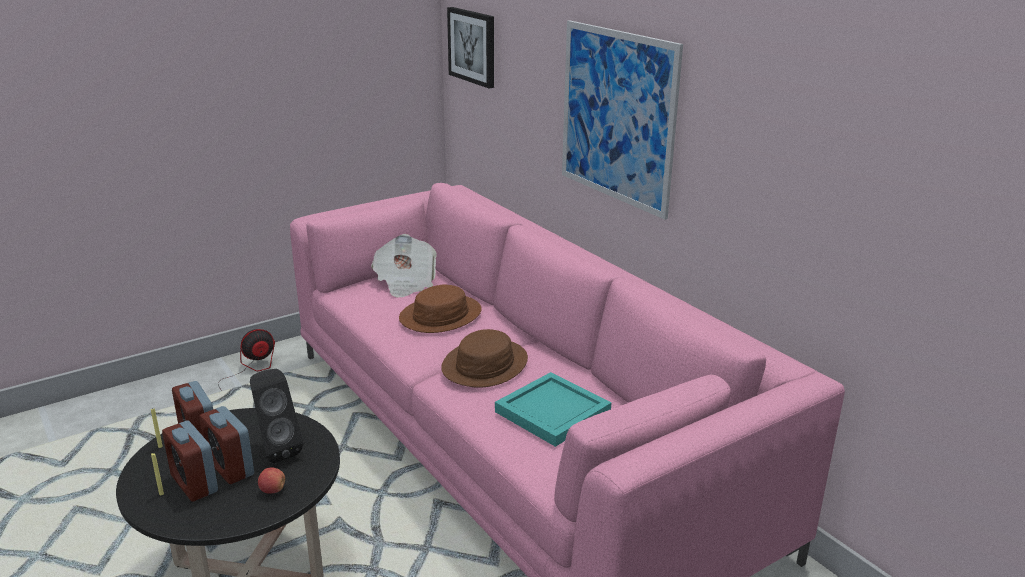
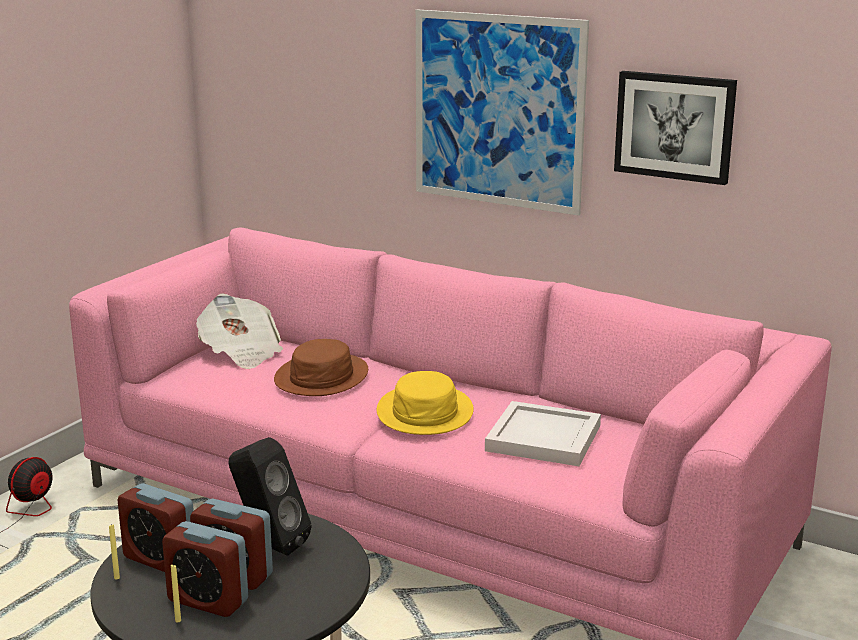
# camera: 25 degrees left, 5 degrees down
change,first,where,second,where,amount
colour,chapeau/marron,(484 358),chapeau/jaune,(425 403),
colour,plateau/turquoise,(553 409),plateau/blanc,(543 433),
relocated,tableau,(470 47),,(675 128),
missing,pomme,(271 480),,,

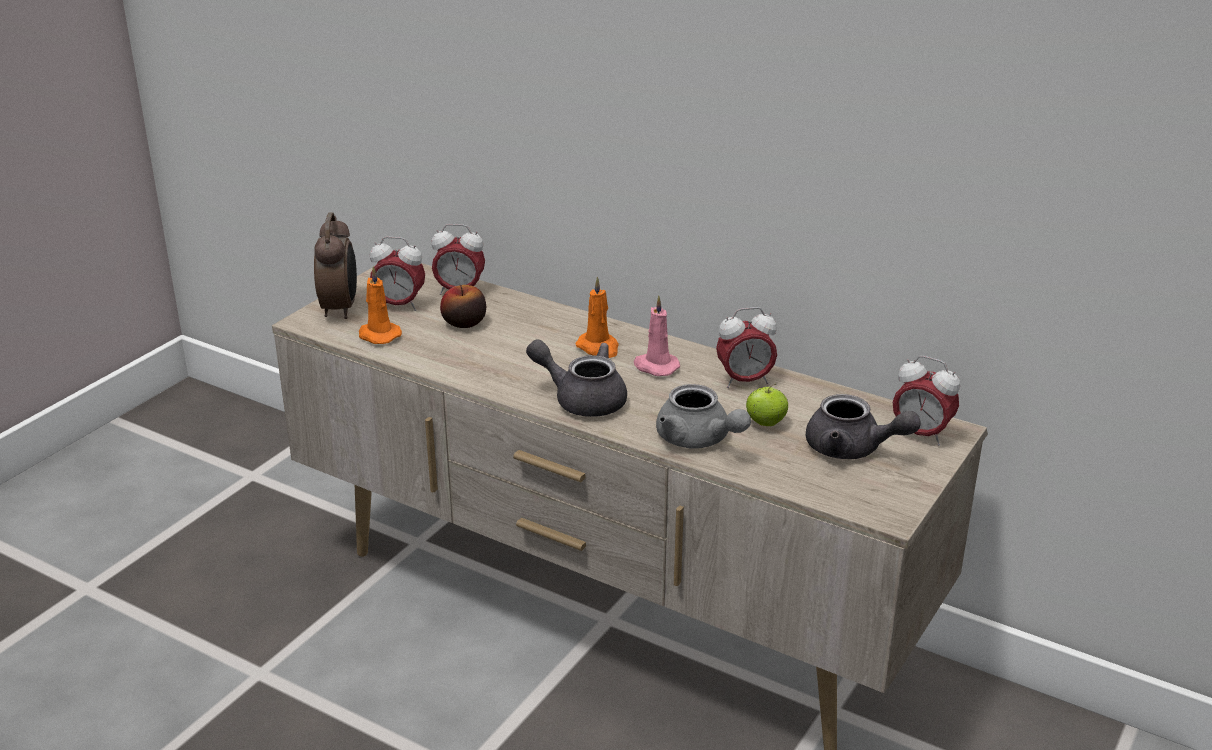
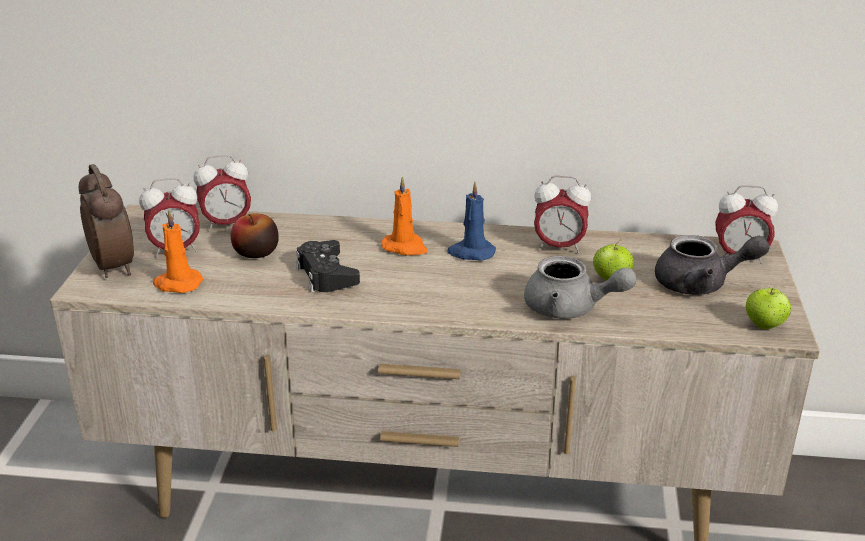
# camera: 25 degrees left, 0 degrees up
change,first,where,second,where,amount
appeared,,,manette/noir,(328 266),
colour,bougie/rose,(657 336),bougie/bleu,(471 221),
spun,réveil,(746 347),,(562 214),45 degrees clockwise
appeared,,,pomme,(768 309),
missing,théière/gris,(576 378),,,

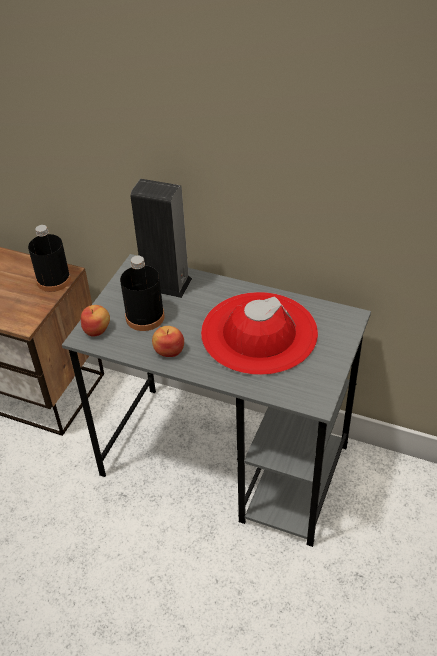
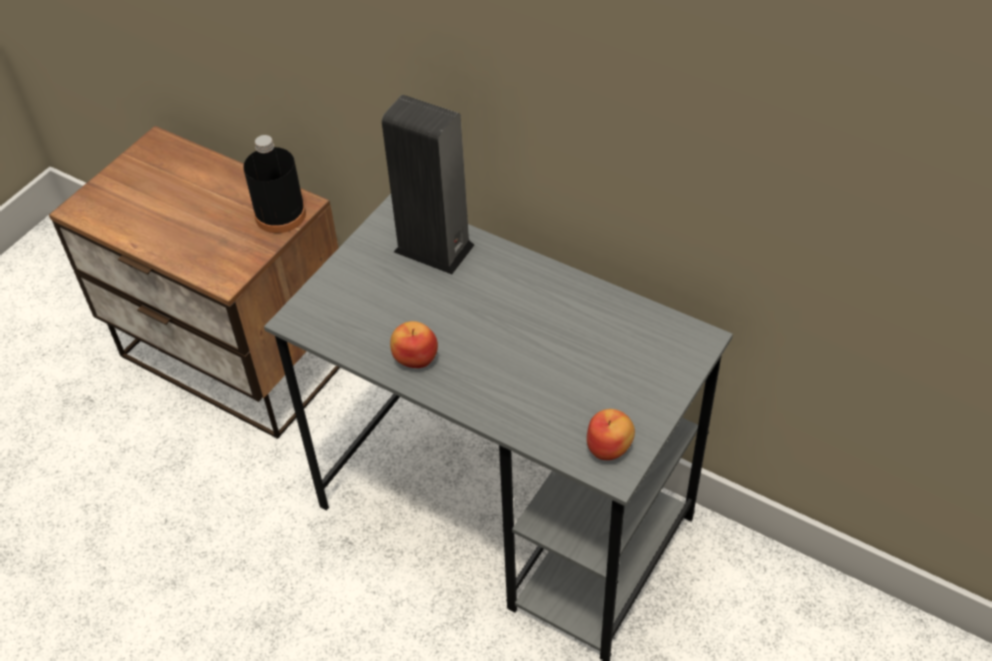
# camera: 10 degrees right, 5 degrees up
change,first,where,second,where,amount
relocated,pomme,(95 320),,(611 434),
missing,bouteille/noir,(142 293),,,
missing,chapeau/rouge,(259 333),,,

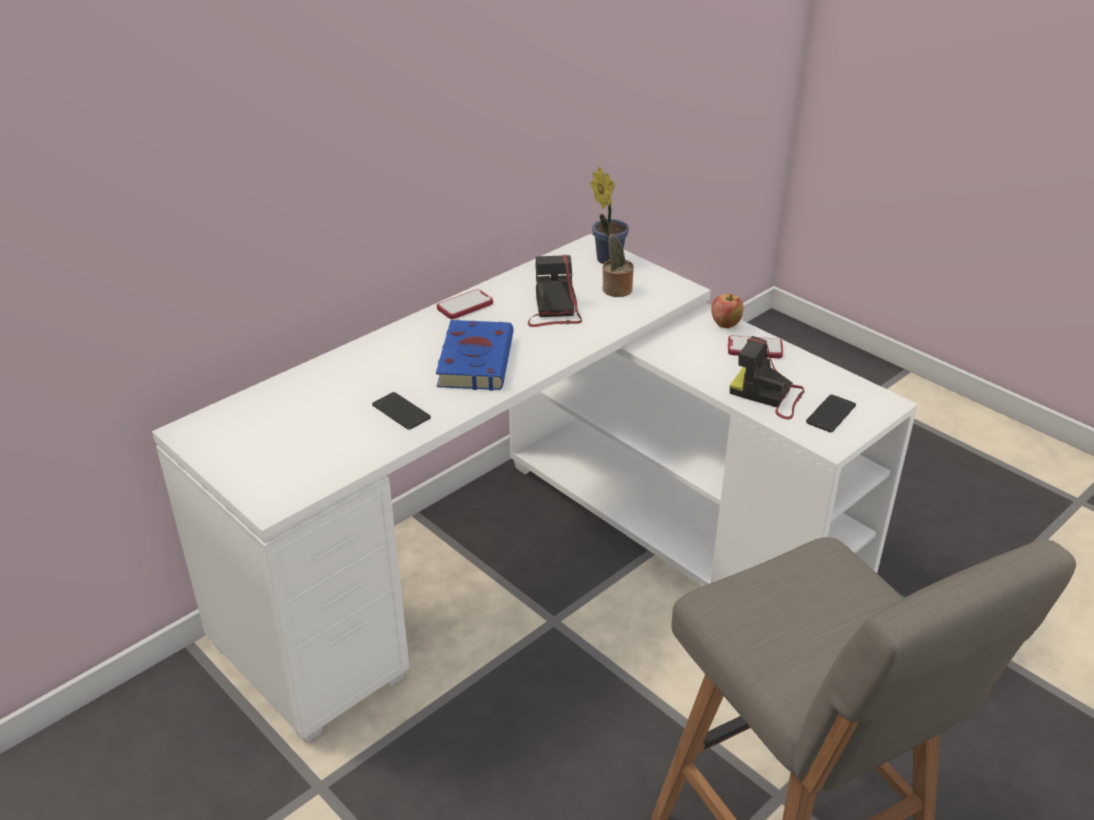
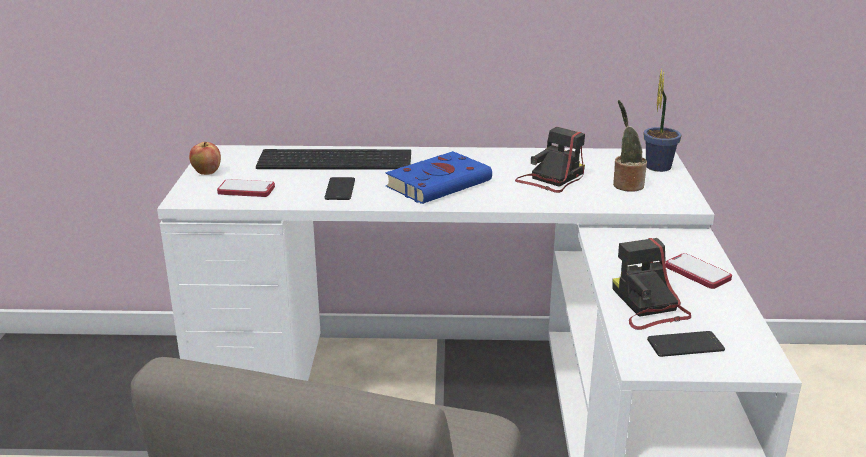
# camera: 45 degrees right, 10 degrees down
change,first,where,second,where,amount
relocated,pomme,(727 311),,(205 158),
relocated,téléphone,(465 304),,(246 188),
appeared,,,clavier,(333 159),

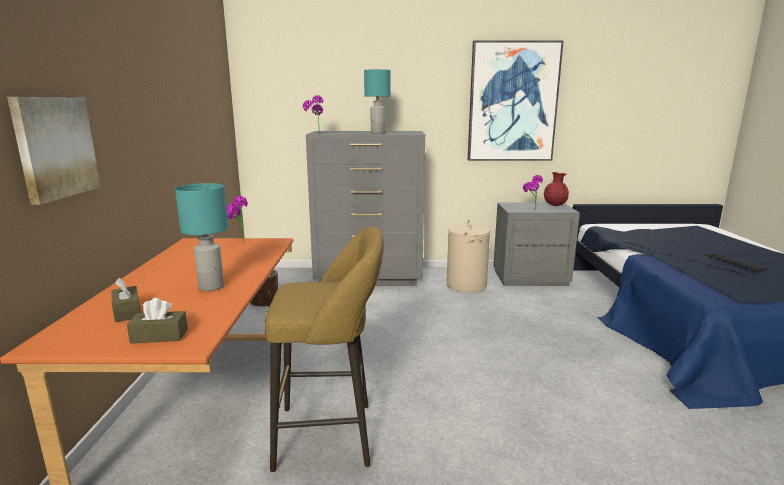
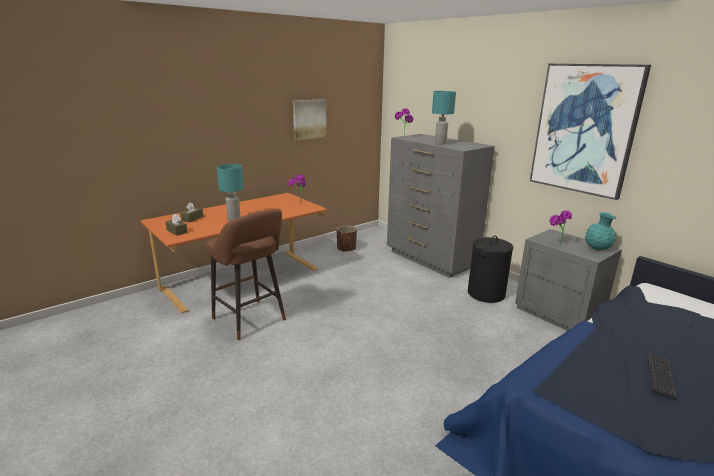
# camera: 50 degrees right, 5 degrees up
change,first,where,second,where,amount
colour,tabouret/jaune,(324 349),tabouret/marron,(246 274),
relocated,tableau,(53 151),,(309 119),
colour,panier à linge/beige,(468 256),panier à linge/noir,(490 269),
colour,vase/rouge,(556 189),vase/turquoise,(600 231),

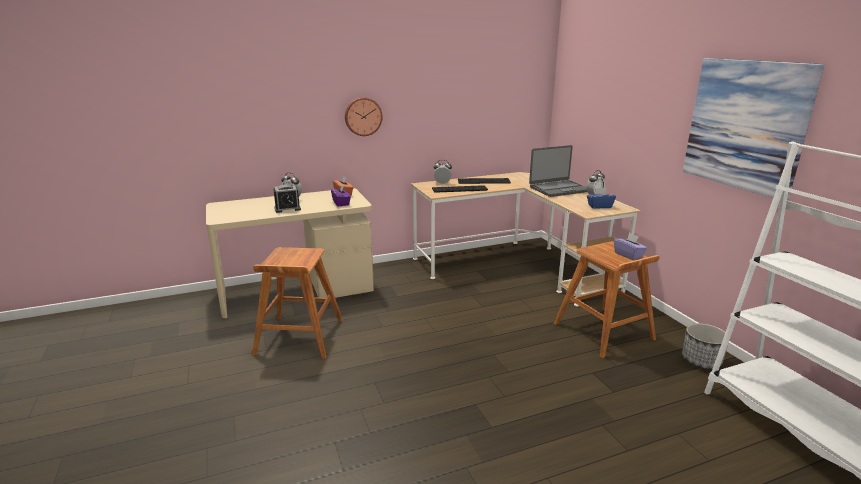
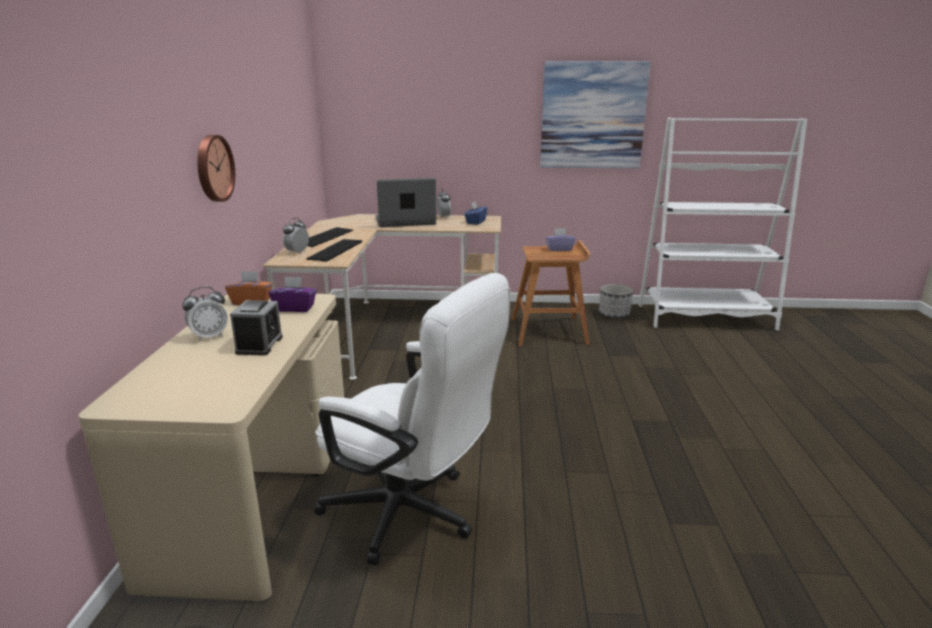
# camera: 65 degrees left, 0 degrees up
change,first,where,second,where,amount
exchanged,tabouret/marron,(297 303),chaise de bureau/blanc,(412 419),
spun,ordinateur portable,(558 171),,(406 202),105 degrees counterclockwise

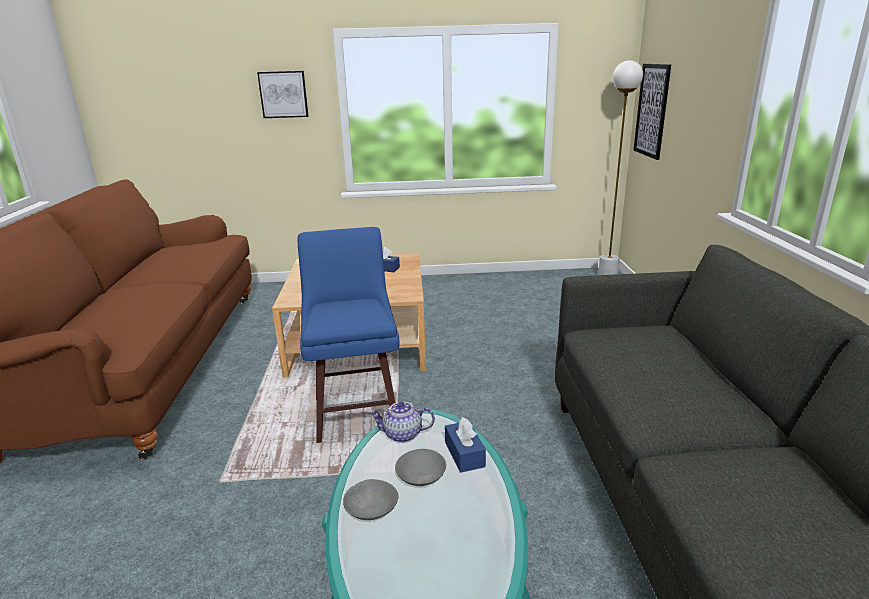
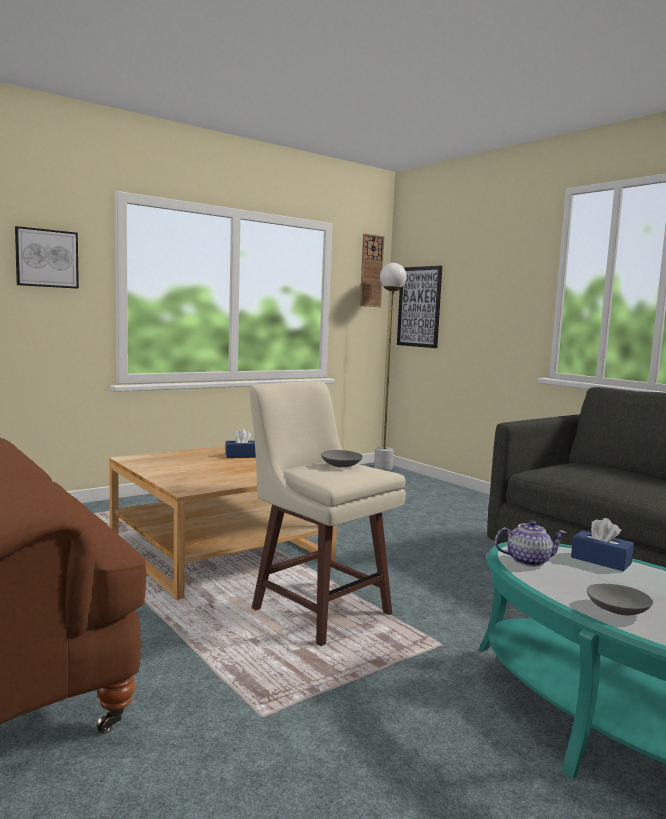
# camera: 35 degrees left, 15 degrees down
change,first,where,second,where,amount
colour,tabouret/bleu,(349 335),tabouret/beige,(327 513),
relocated,bol/gris,(420 467),,(342 458),
appeared,,,horloge murale,(372 270),
spun,théière,(402 422),,(530 543),150 degrees counterclockwise

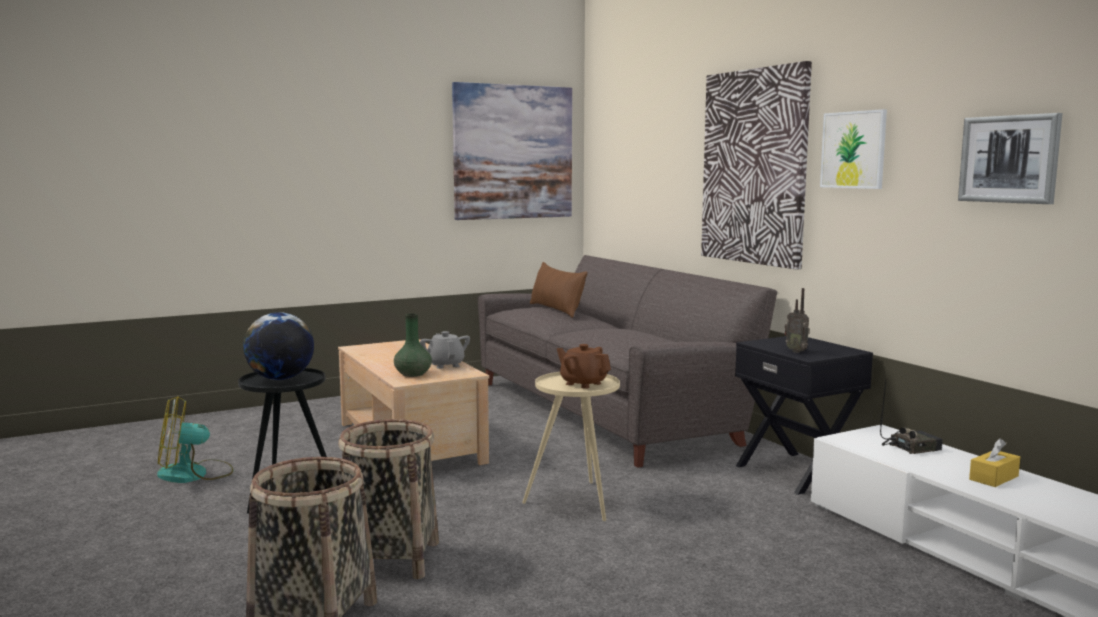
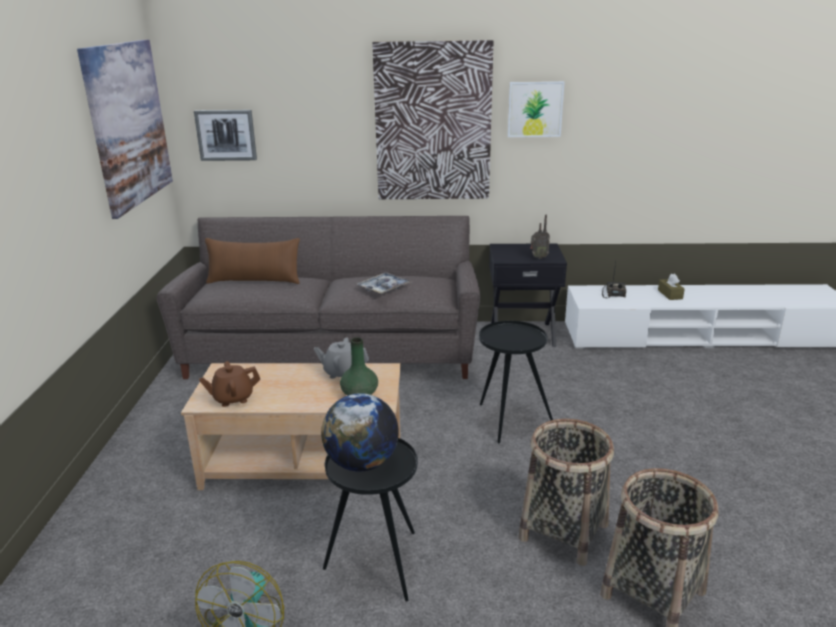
# camera: 60 degrees left, 15 degrees up
change,first,where,second,where,amount
relocated,tableau,(1010 158),,(225 135),
relocated,théière/marron,(584 366),,(229 384),
appeared,,,plateau,(384 283),
colour,table d'appoint/beige,(571 446),table d'appoint/noir,(516 382),
colour,boîte à mouchoirs/jaune,(994 462),boîte à mouchoirs/marron,(671 287),

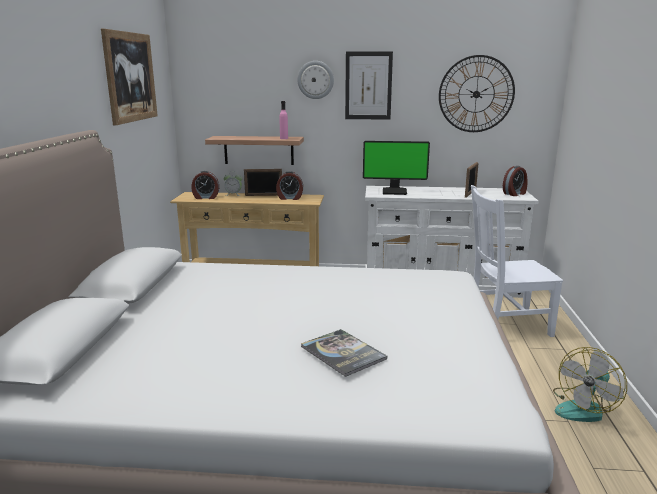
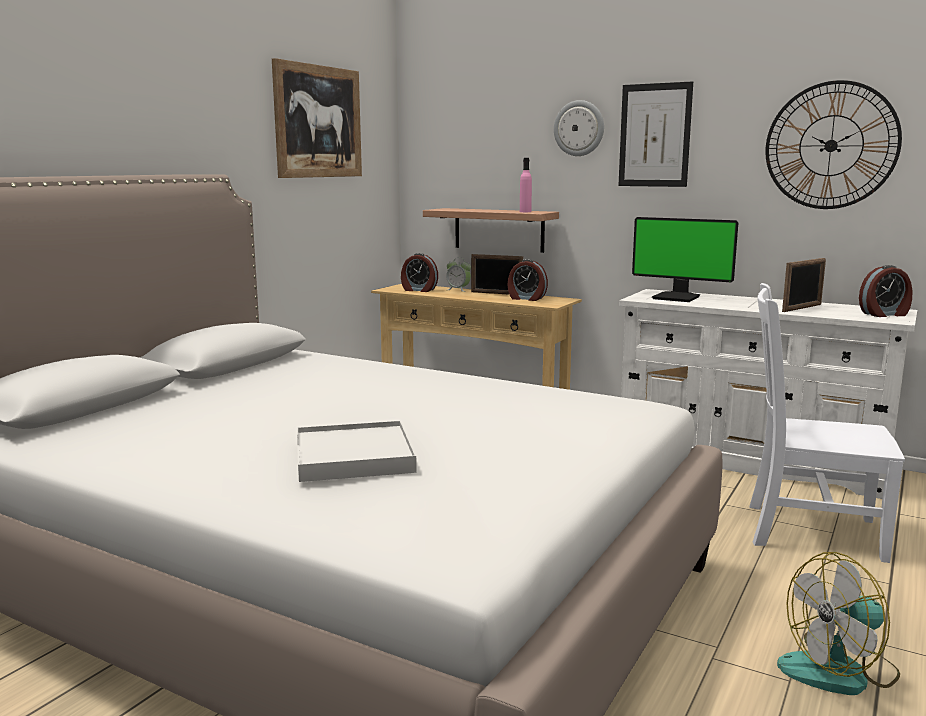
# camera: 25 degrees right, 5 degrees down
change,first,where,second,where,amount
exchanged,livre,(344 353),plateau/blanc,(357 451),

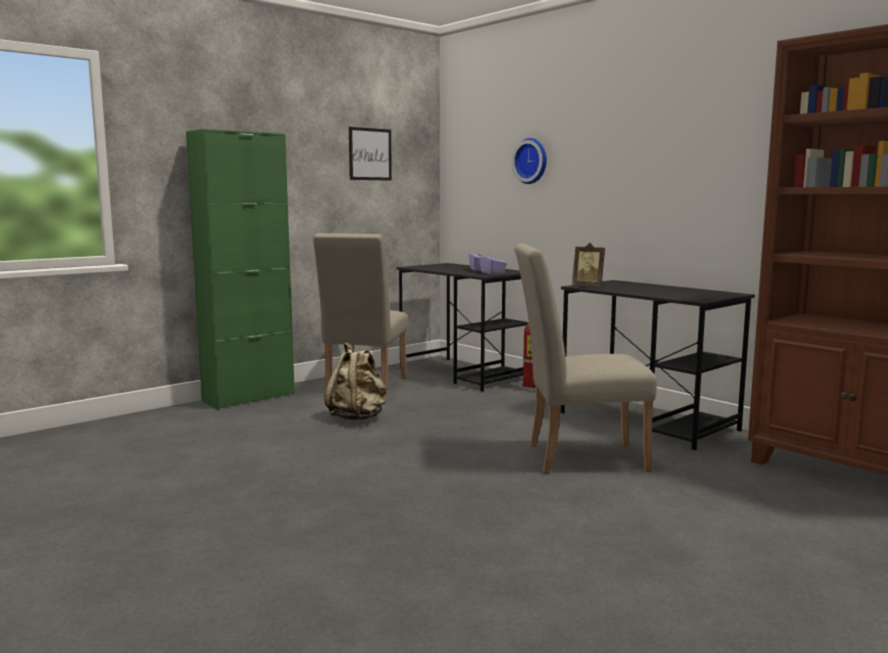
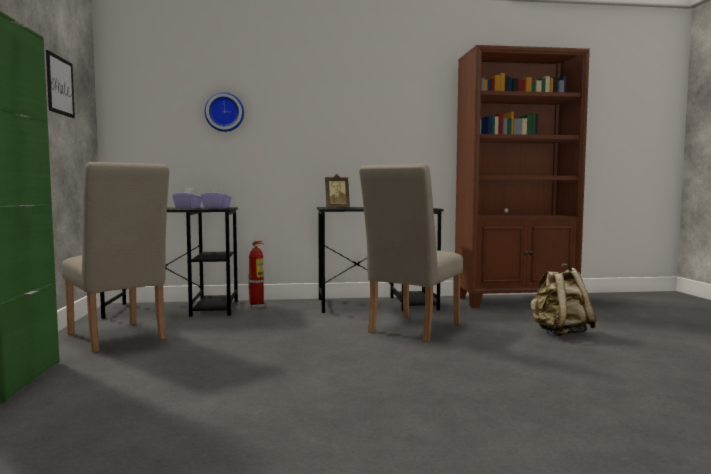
# camera: 55 degrees left, 5 degrees down
change,first,where,second,where,amount
relocated,sac à dos/beige,(355 381),,(563 299),

